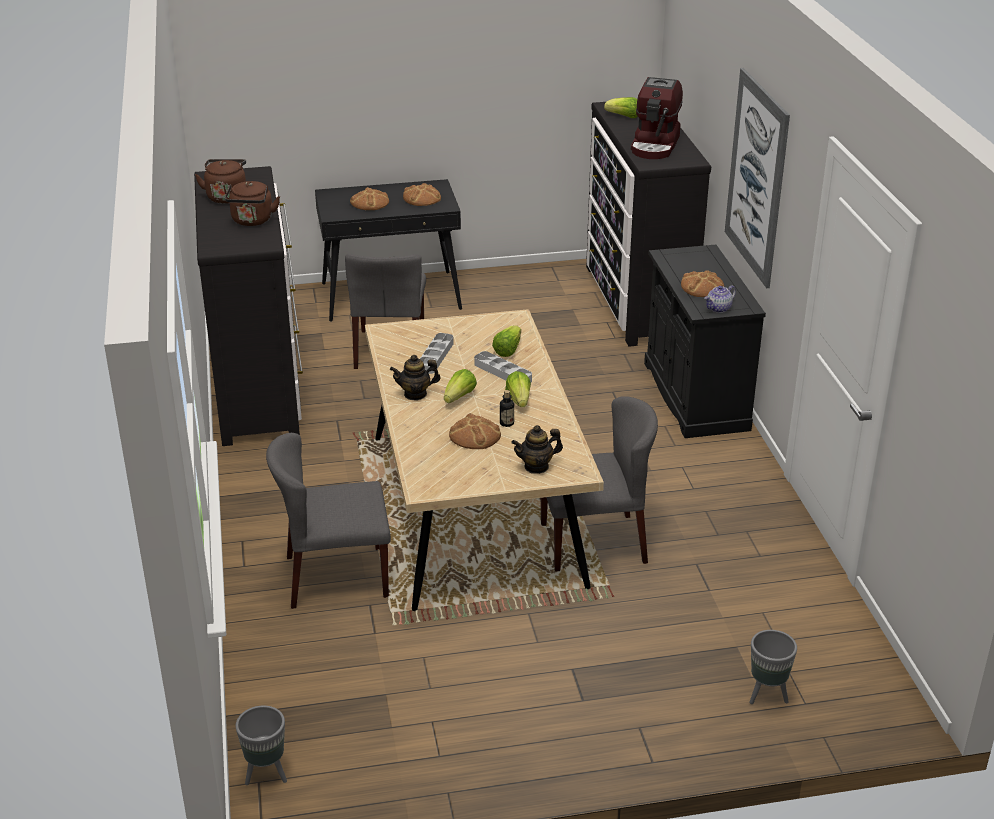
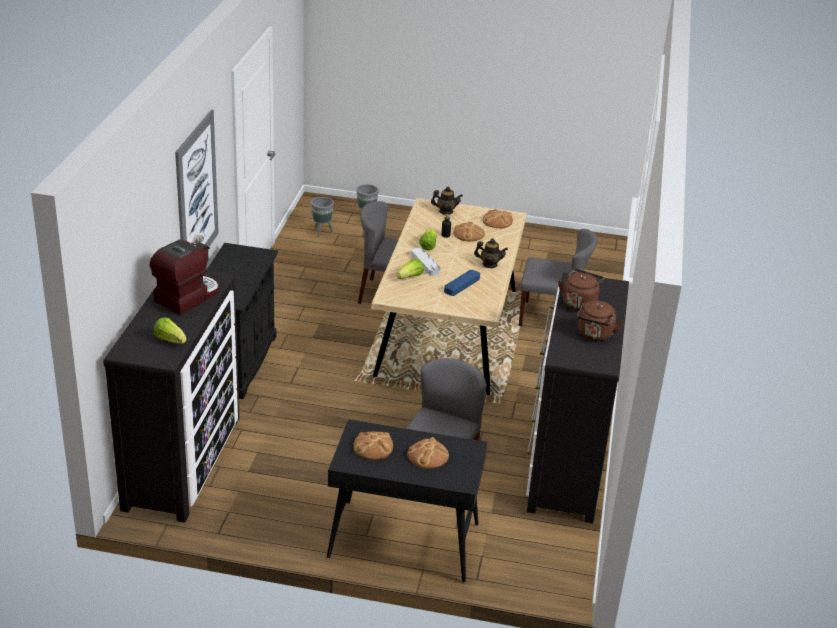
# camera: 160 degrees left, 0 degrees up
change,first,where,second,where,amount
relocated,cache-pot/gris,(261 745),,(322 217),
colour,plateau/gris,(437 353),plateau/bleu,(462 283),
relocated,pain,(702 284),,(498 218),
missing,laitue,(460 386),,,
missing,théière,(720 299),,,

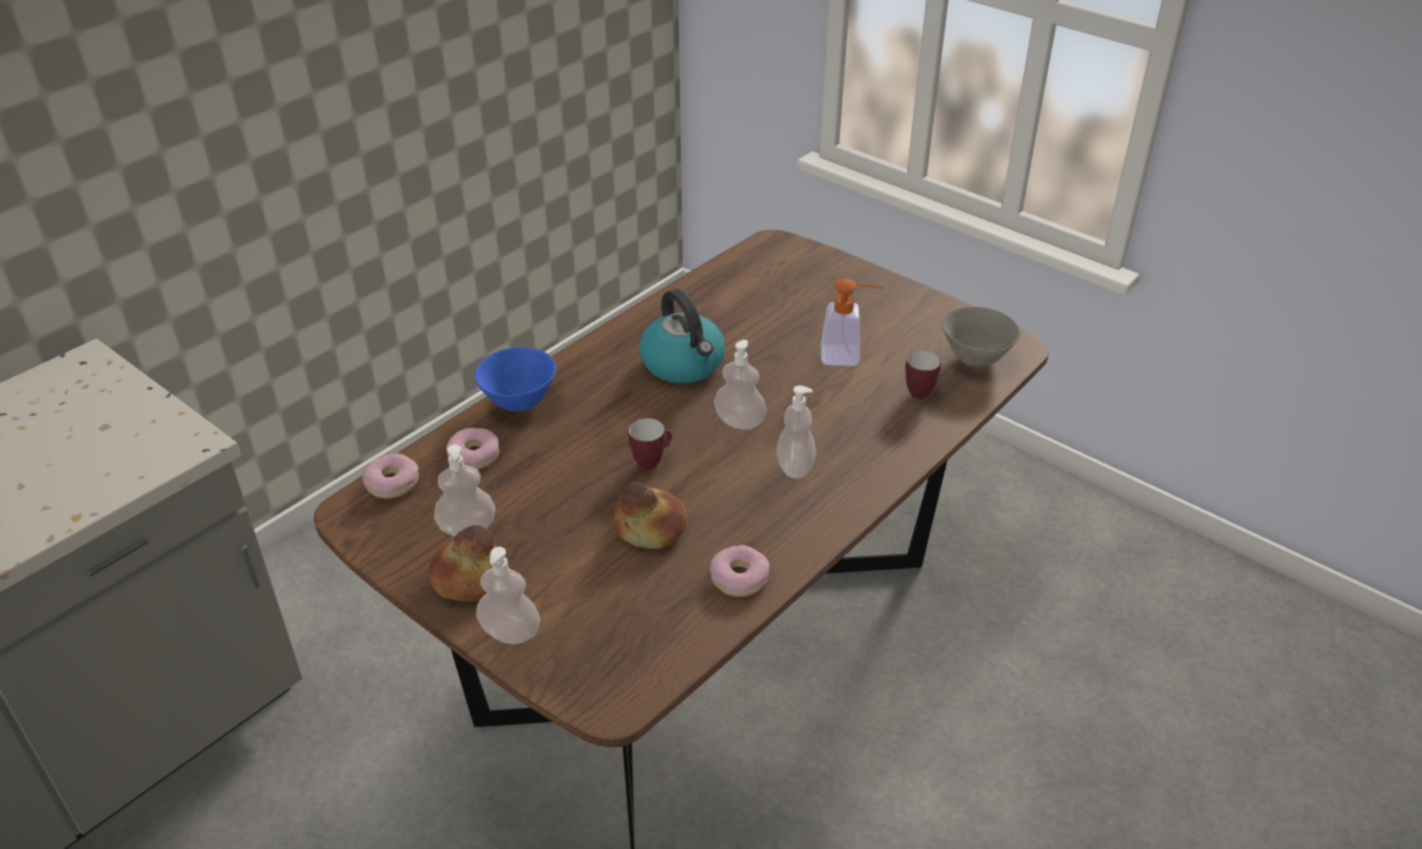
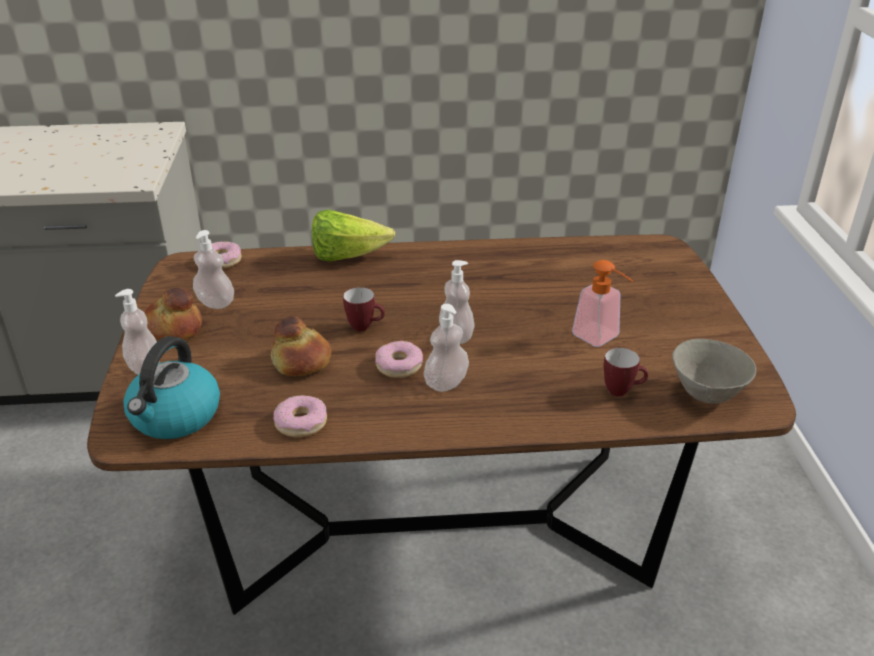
# camera: 45 degrees right, 5 degrees down
change,first,where,second,where,amount
relocated,bouilloire,(682 336),,(171 387),
exchanged,bol/bleu,(515 379),laitue,(353 235),
relocated,beignet,(472 449),,(399 359),

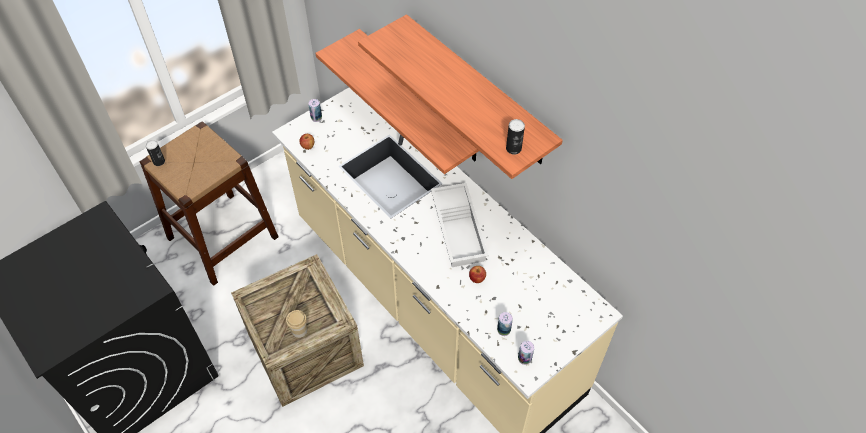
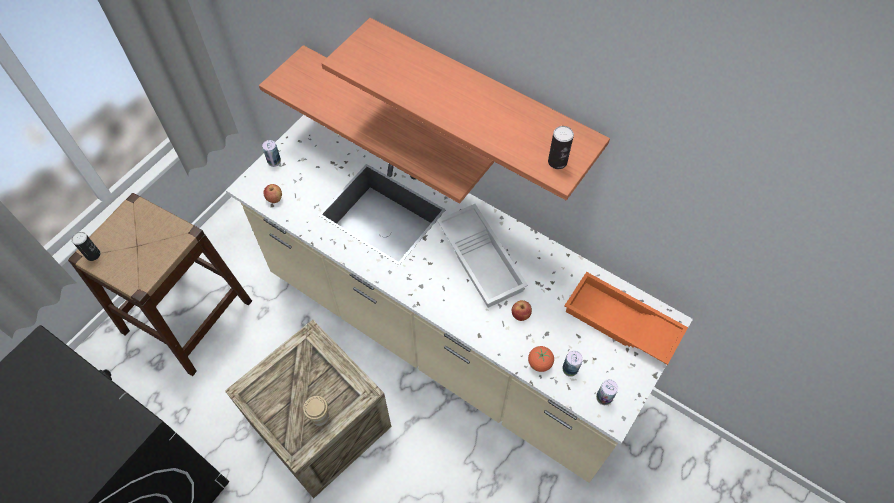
# camera: 15 degrees left, 5 degrees up
change,first,where,second,where,amount
appeared,,,tomate,(541 359),
appeared,,,plateau/orange,(626 318),

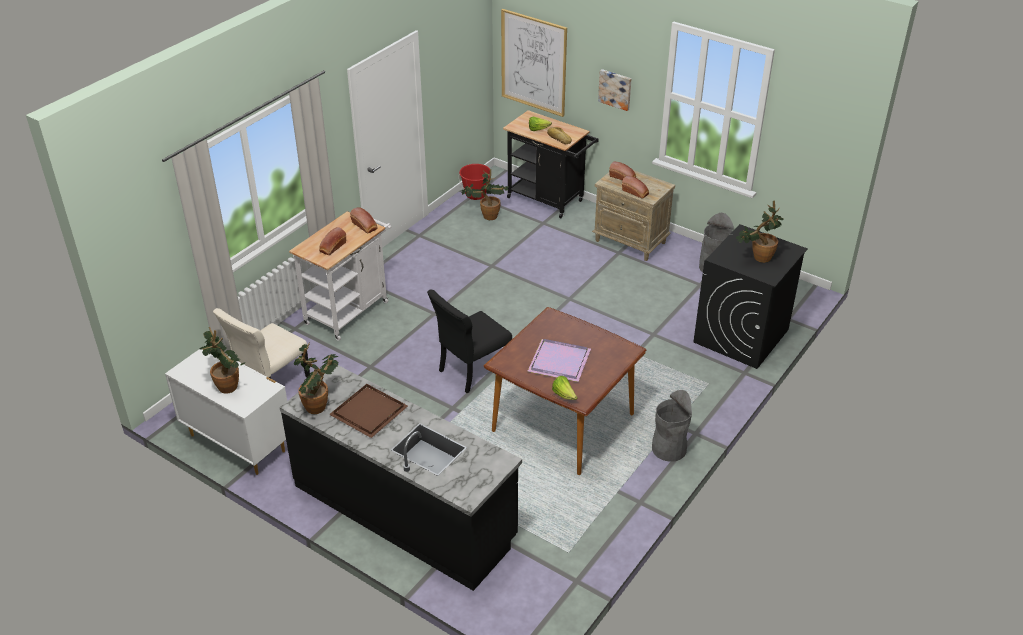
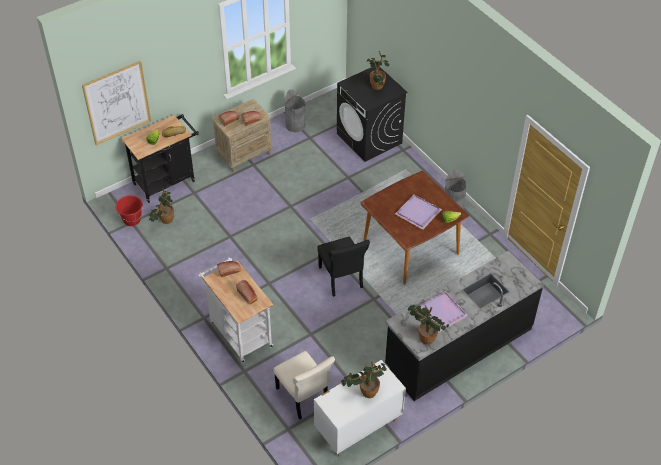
# camera: 70 degrees left, 10 degrees up
change,first,where,second,where,amount
colour,plateau/marron,(368 411),plateau/violet,(443 312),
missing,tableau,(615 90),,,

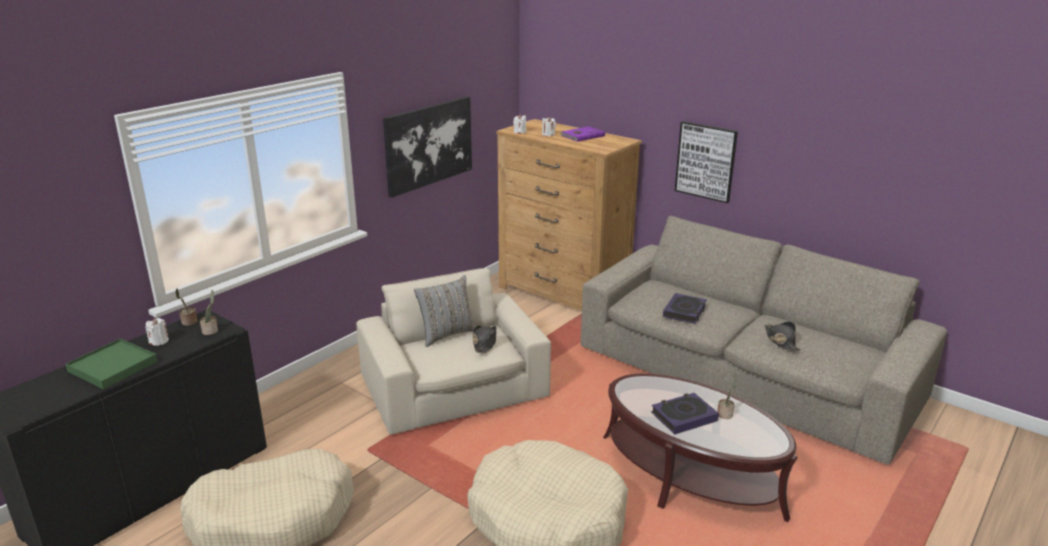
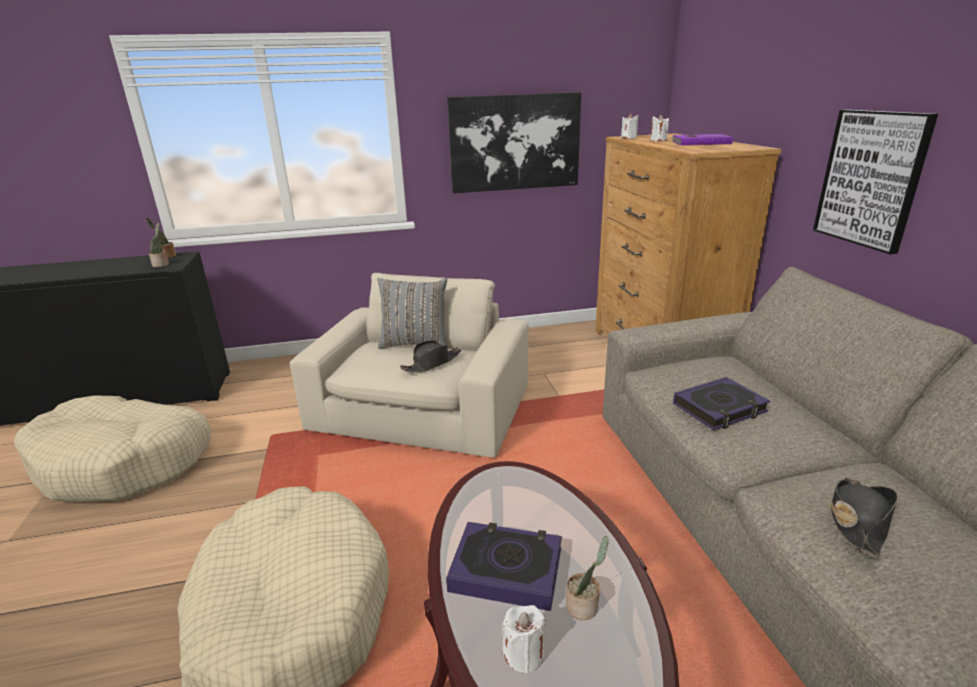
# camera: 40 degrees right, 0 degrees up
change,first,where,second,where,amount
relocated,bougie/blanc,(157 332),,(524 639),
missing,plateau/vert,(111 364),,,

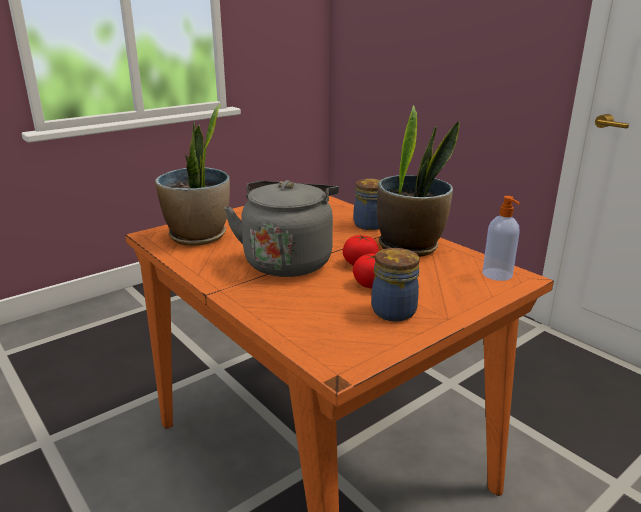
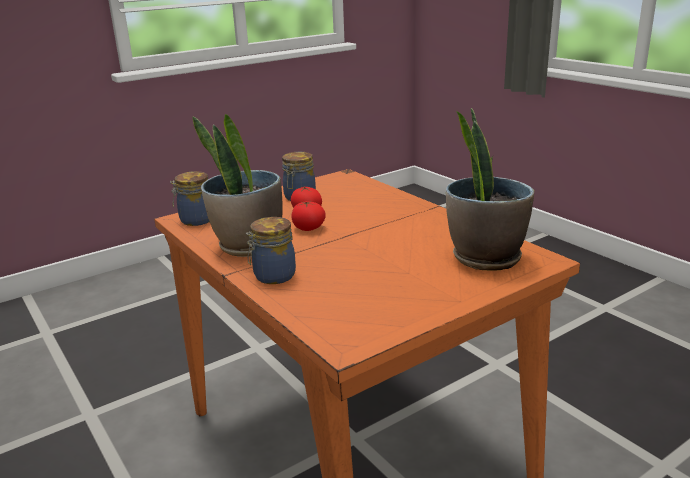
# camera: 175 degrees left, 0 degrees up
change,first,where,second,where,amount
exchanged,distributeur de savon,(501 238),bocal,(190 198),
missing,bouilloire/gris,(281 228),,,

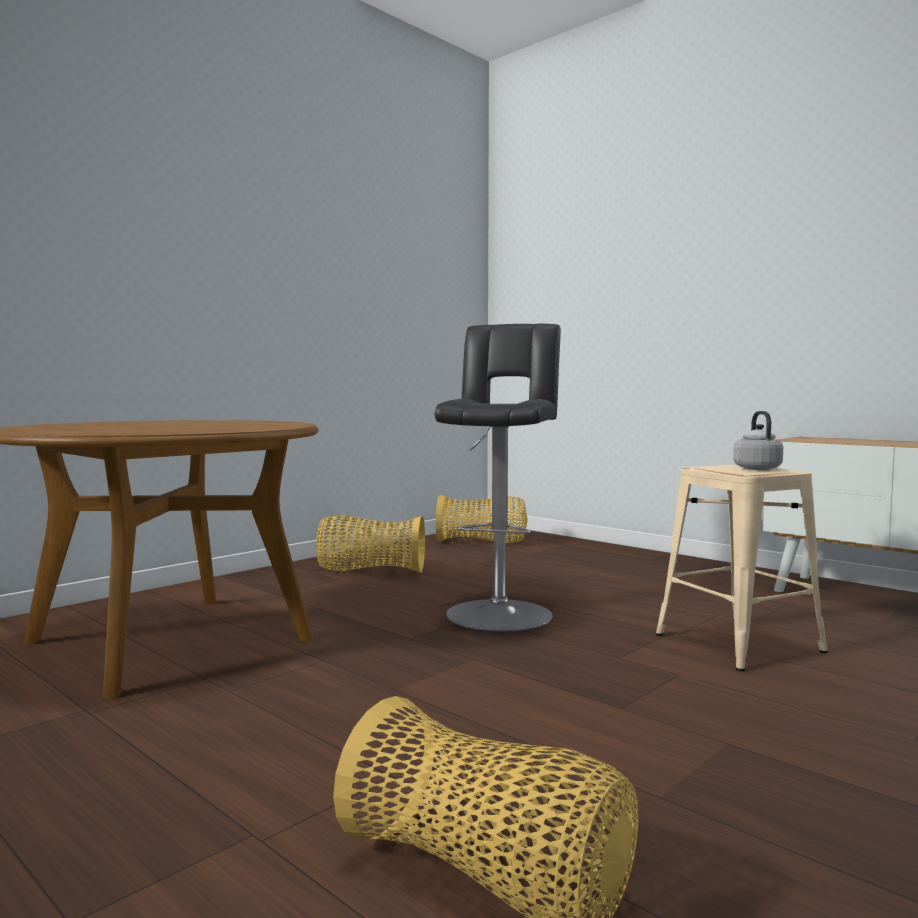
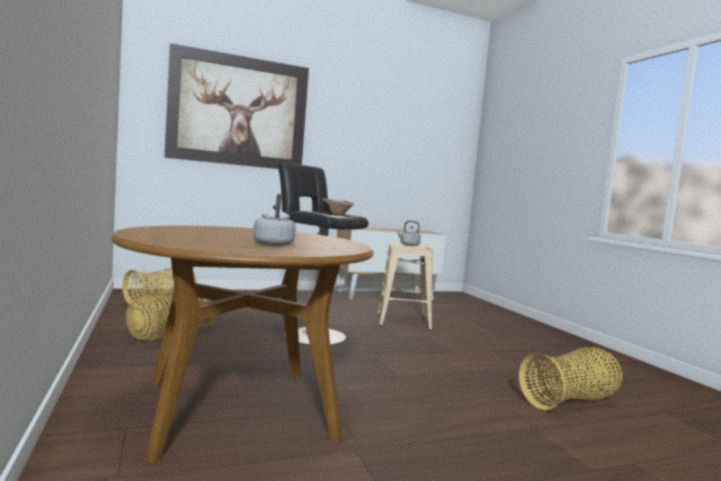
# camera: 65 degrees left, 0 degrees up
change,first,where,second,where,amount
appeared,,,tableau,(236 106),
appeared,,,bouilloire/gris,(274 220),
appeared,,,bol,(338 206),

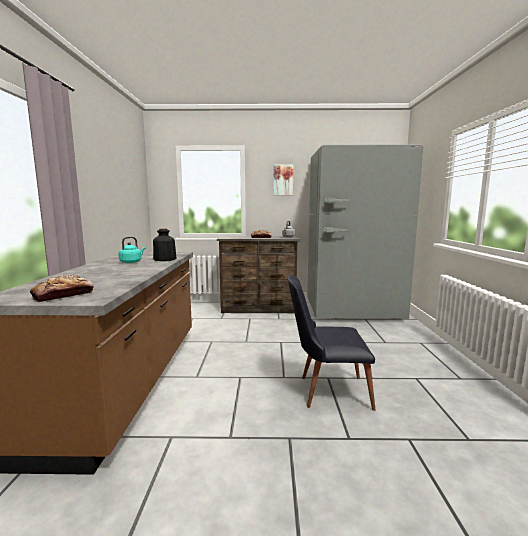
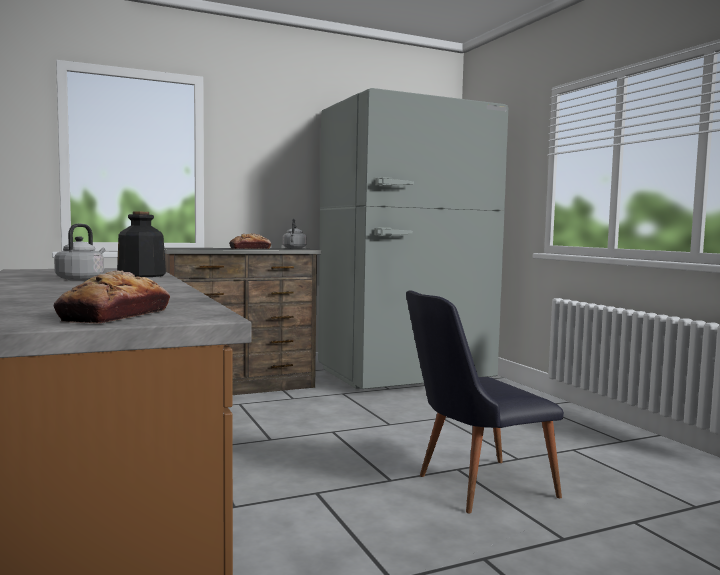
# camera: 25 degrees left, 5 degrees down
change,first,where,second,where,amount
colour,bouilloire/turquoise,(132 250),bouilloire/gris,(79 252),
missing,tableau,(283 179),,,

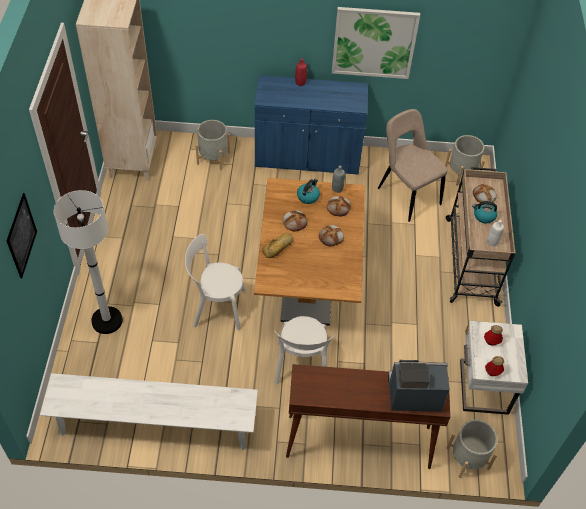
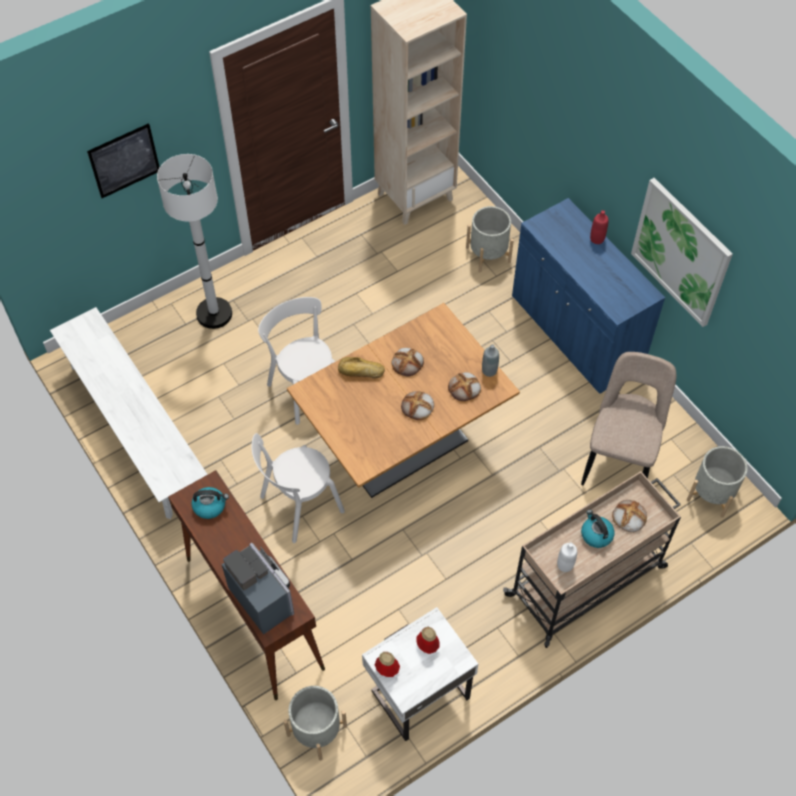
# camera: 55 degrees right, 5 degrees up
change,first,where,second,where,amount
relocated,bouilloire,(308 191),,(210 503),

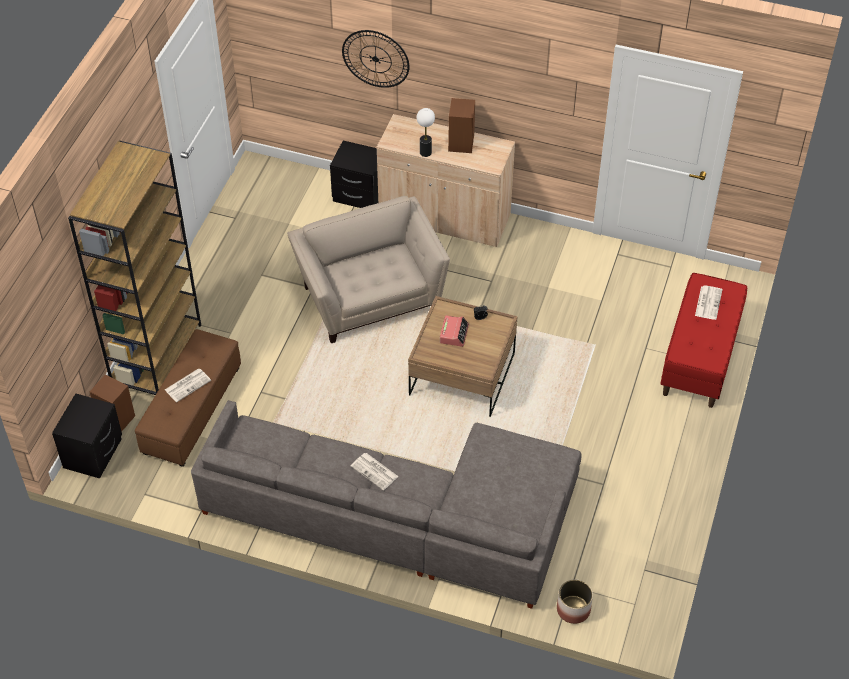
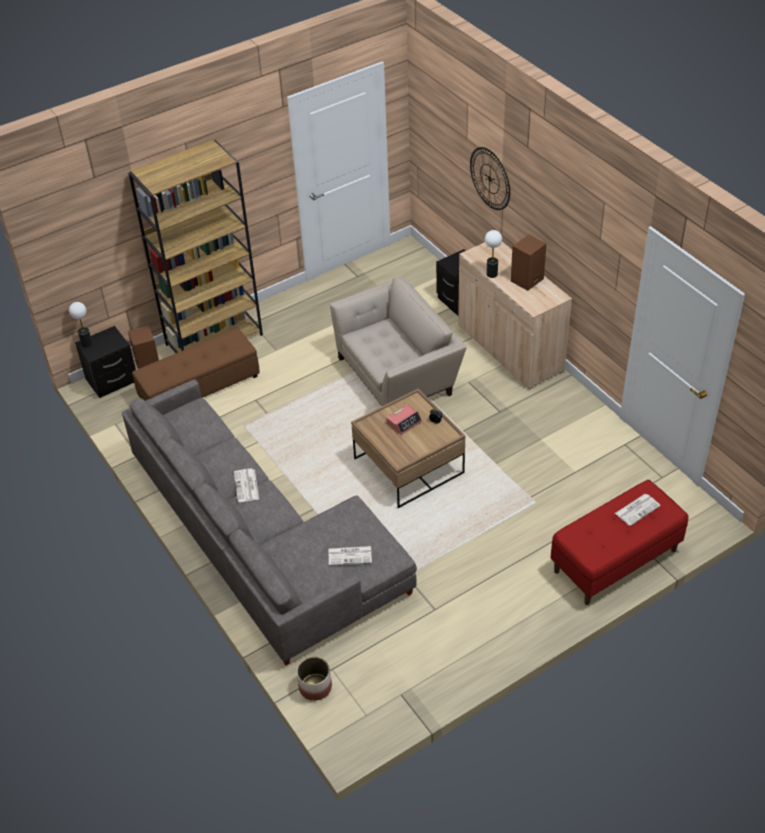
# camera: 40 degrees right, 5 degrees down
change,first,where,second,where,amount
appeared,,,lampe de table,(80 324),
relocated,journal,(188 385),,(350 556),
spun,fauteuil/beige,(368 269),,(398 341),45 degrees clockwise

